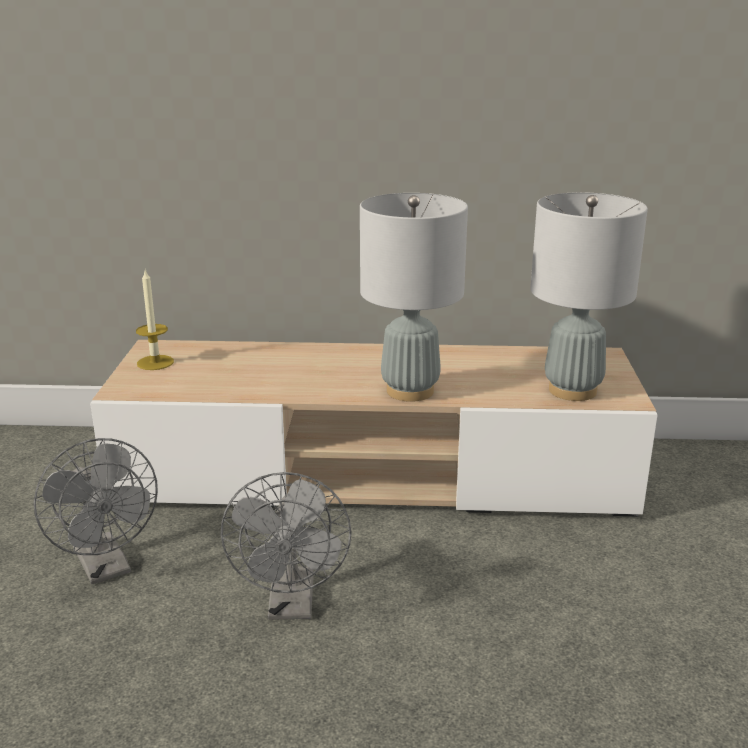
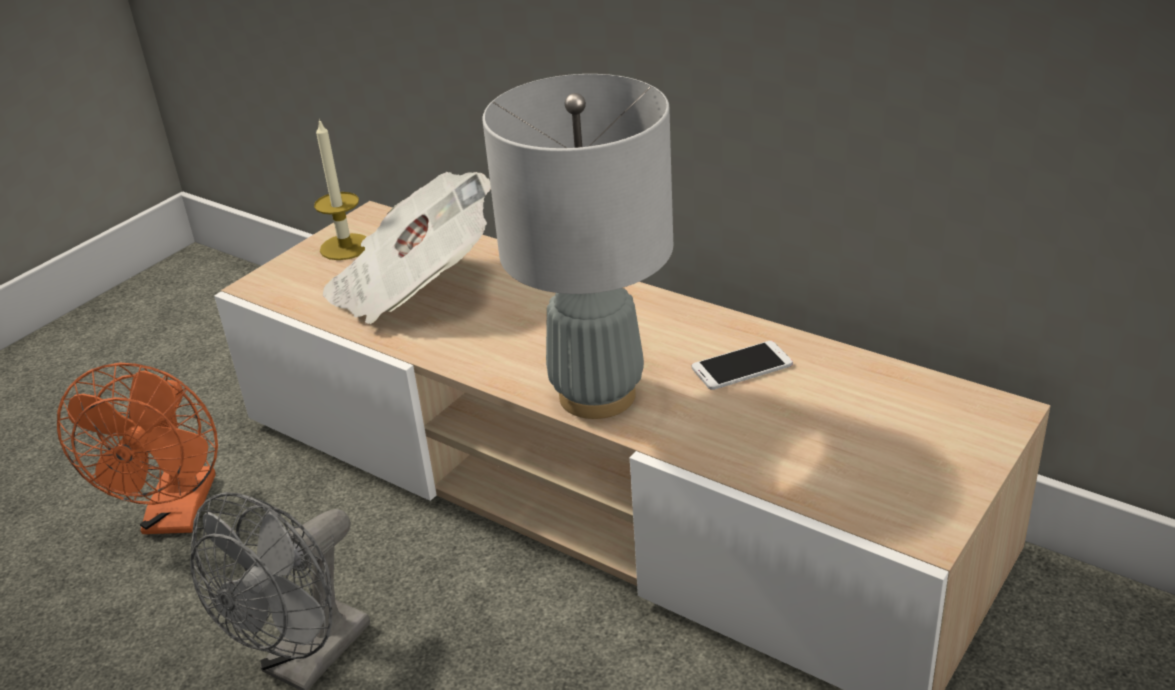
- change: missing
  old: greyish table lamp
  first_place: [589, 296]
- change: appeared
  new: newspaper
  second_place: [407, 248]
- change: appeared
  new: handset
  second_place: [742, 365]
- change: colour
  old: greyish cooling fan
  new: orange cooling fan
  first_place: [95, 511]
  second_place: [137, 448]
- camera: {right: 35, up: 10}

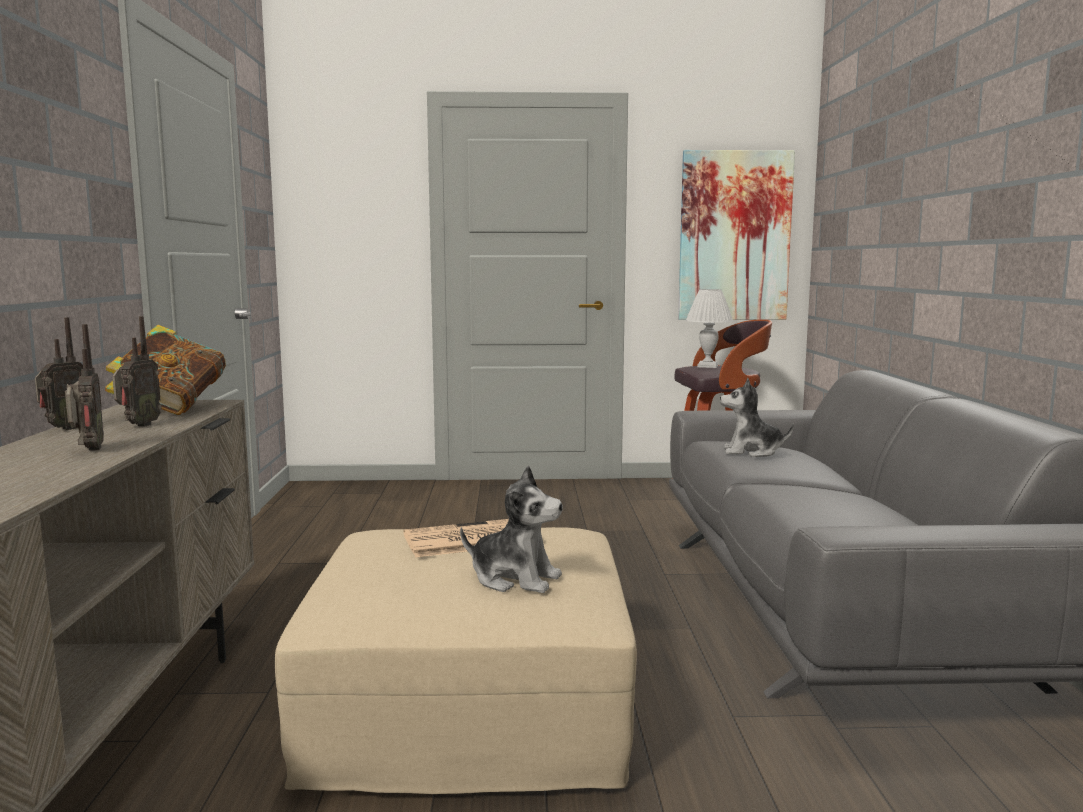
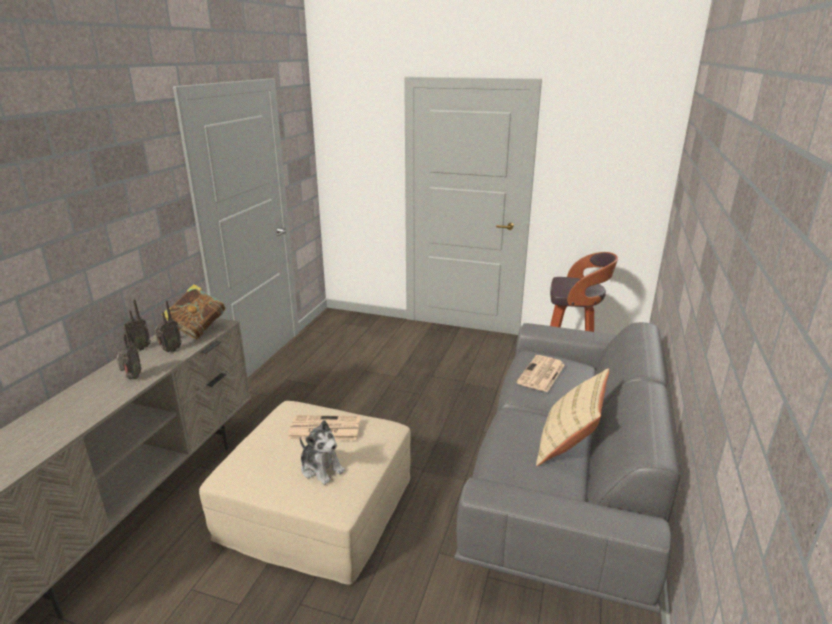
- change: missing
  old: picture
  first_place: [736, 235]
- change: missing
  old: white-coloured table lamp
  first_place: [709, 328]
- change: appeared
  new: beige-coloured cushion
  second_place: [572, 417]
- change: exchanged
  old: cuddly toy
  new: newspaper
  first_place: [757, 417]
  second_place: [540, 373]
- camera: {right: 20, up: 15}

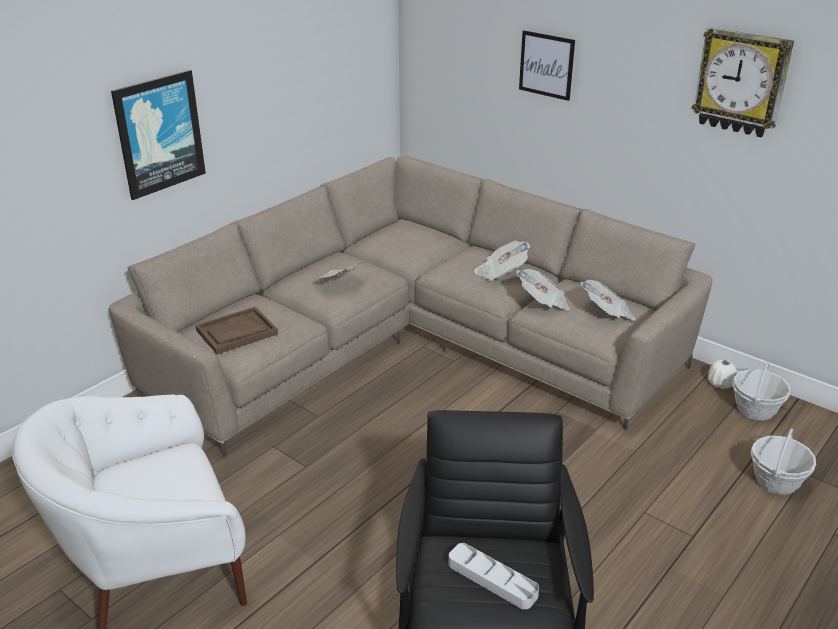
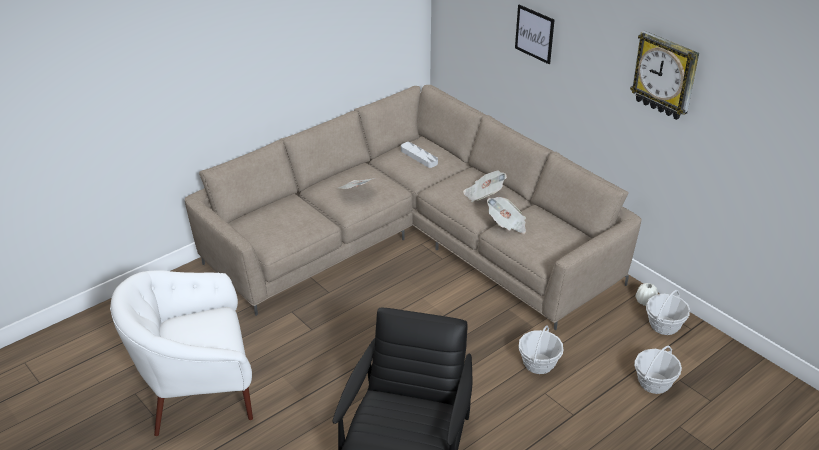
- change: missing
  old: picture
  first_place: [158, 135]
- change: missing
  old: brown-coloured tray
  first_place: [236, 330]
- change: missing
  old: newspaper
  first_place: [608, 300]
- change: appeared
  new: household basket
  second_place: [541, 349]
- change: relocated
  old: greyish tray
  first_place: [493, 576]
  second_place: [419, 155]
- camera: {right: 10, up: 5}

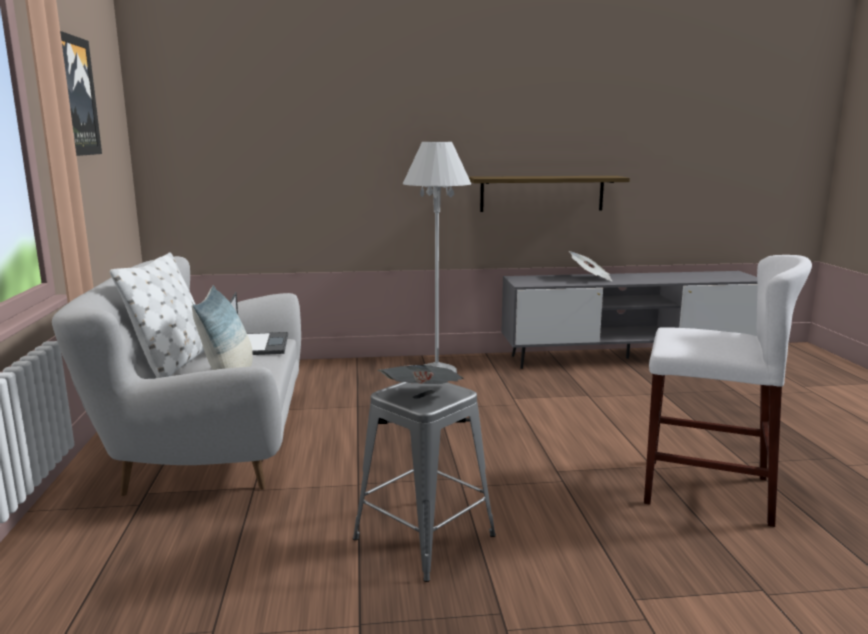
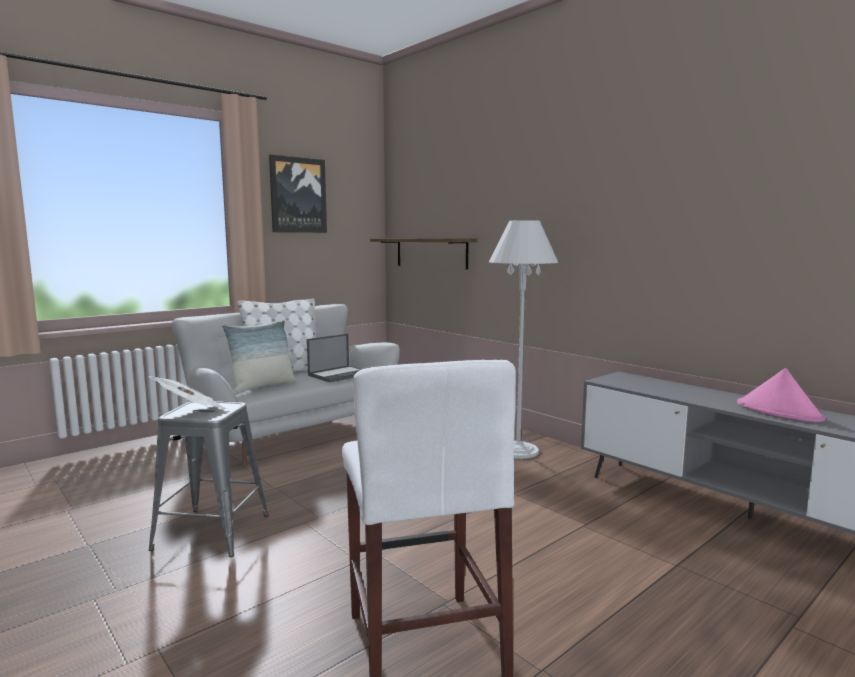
- change: missing
  old: newspaper
  first_place: [590, 266]
- change: appeared
  new: pink-coloured clothing hat
  second_place: [781, 395]
- change: relocated
  old: wall shelf
  first_place: [549, 194]
  second_place: [423, 254]
- camera: {right: 55, up: -5}

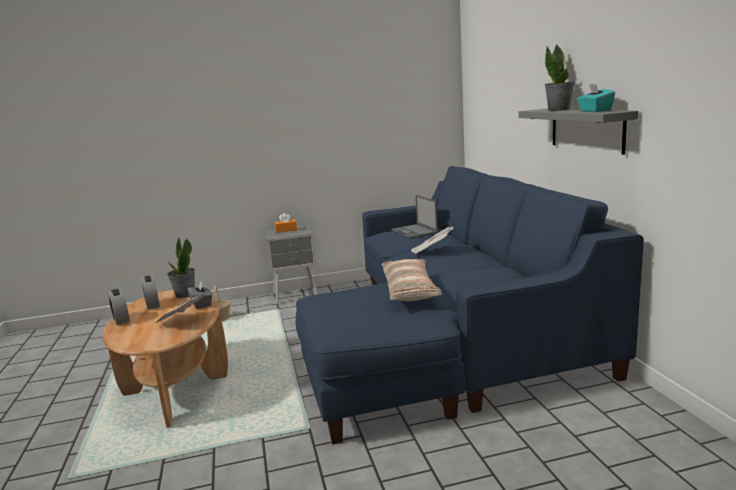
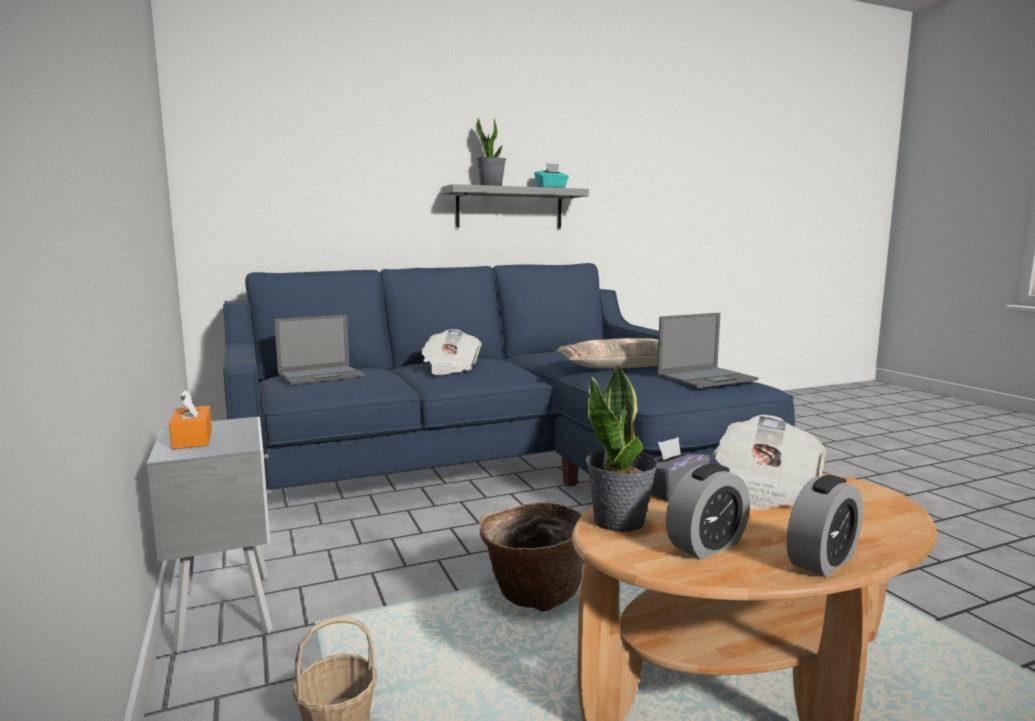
- change: appeared
  new: household basket
  second_place: [531, 556]
- change: appeared
  new: laptop
  second_place: [708, 350]
- camera: {right: -100, up: -5}

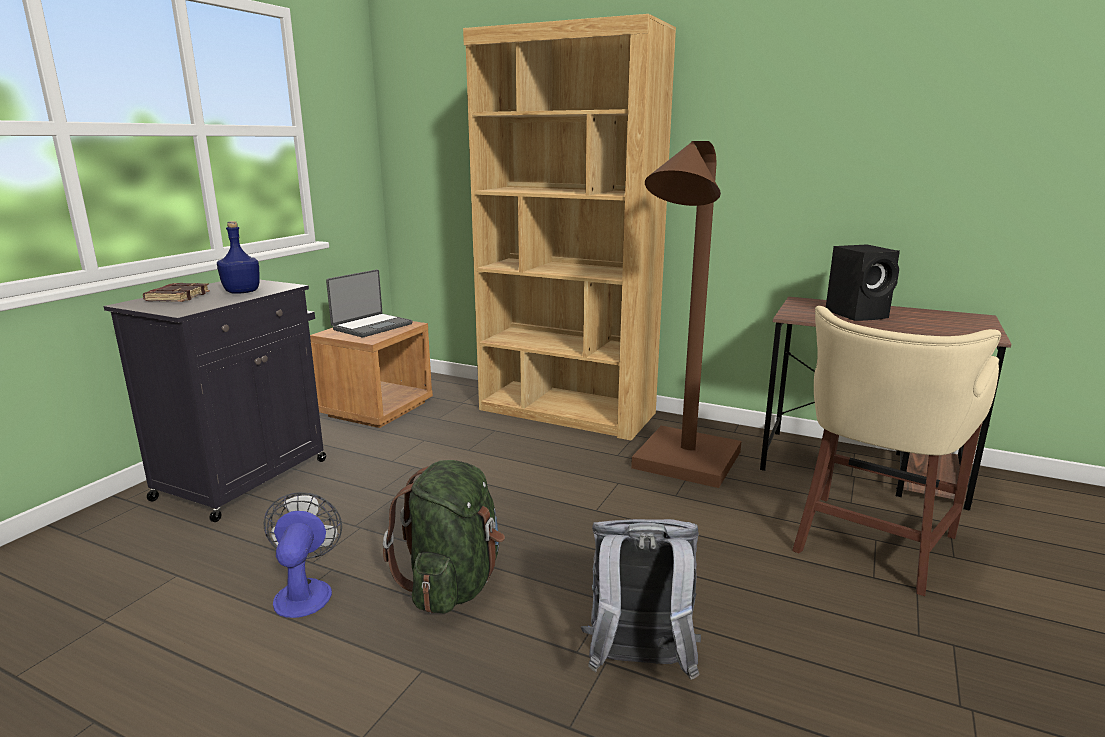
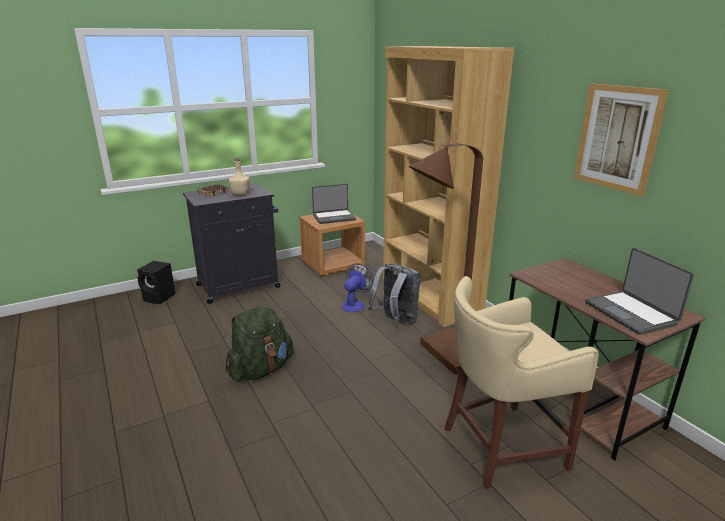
- change: appeared
  new: picture
  second_place: [621, 139]
- change: appeared
  new: laptop
  second_place: [639, 291]
- change: relocated
  old: cooling fan
  first_place: [303, 555]
  second_place: [358, 287]
- change: relocated
  old: greyish backpack
  first_place: [641, 599]
  second_place: [394, 294]
- change: relocated
  old: black-coloured loudspeaker
  first_place: [863, 282]
  second_place: [156, 282]
- change: colour
  old: bluish drink bottle
  new: beige-coloured drink bottle
  first_place: [238, 257]
  second_place: [239, 176]
- camera: {right: 35, up: 5}

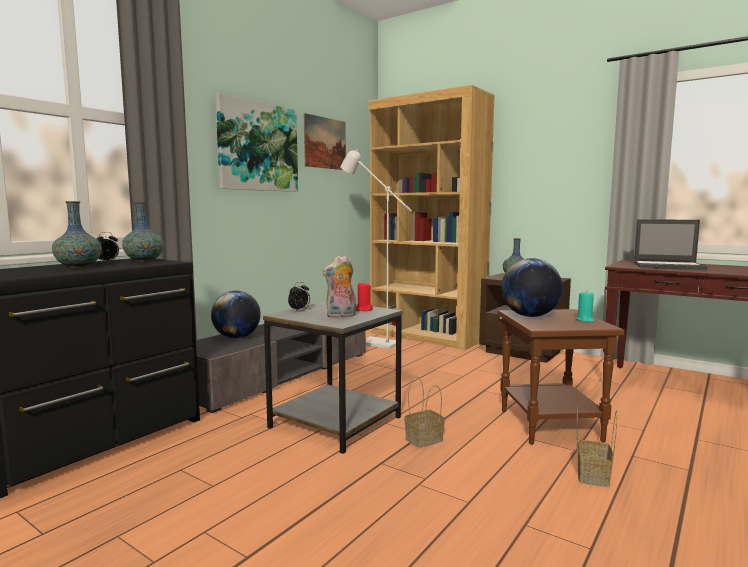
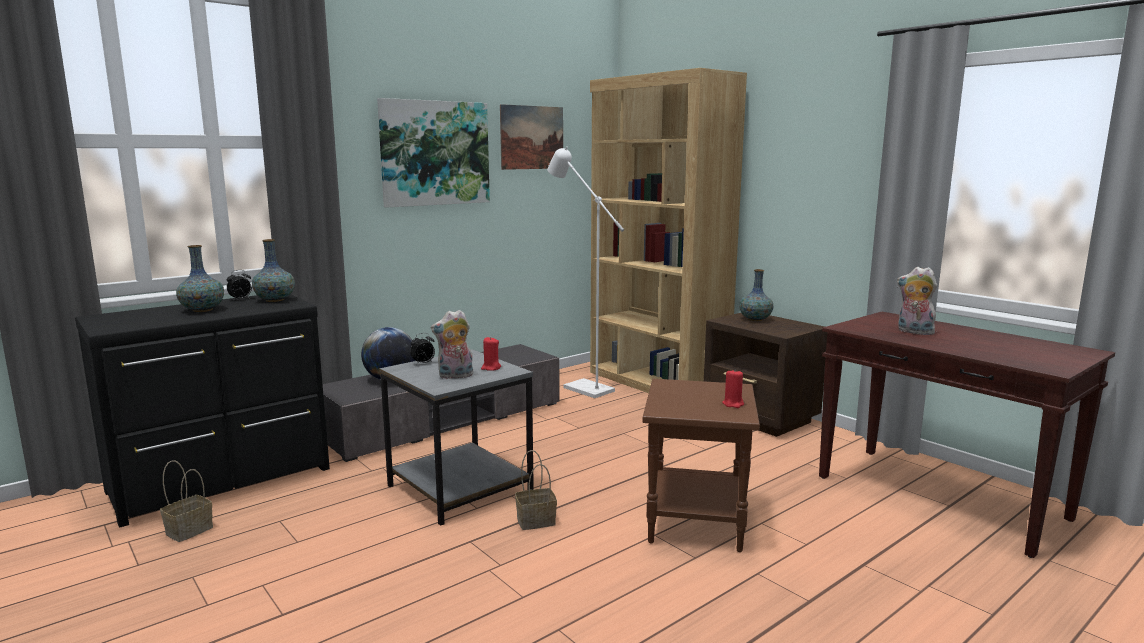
- change: missing
  old: world globe
  first_place: [532, 287]
- change: relocated
  old: household basket
  first_place: [597, 447]
  second_place: [186, 501]
- change: exchanged
  old: laptop
  new: cuddly toy
  first_place: [671, 244]
  second_place: [917, 301]
- change: colour
  old: blue-green wax candle
  new: red wax candle
  first_place: [585, 306]
  second_place: [733, 388]
- camera: {right: 15, up: 5}

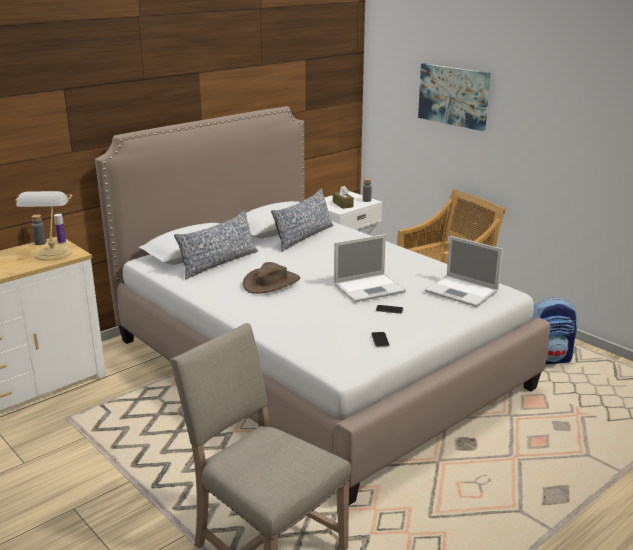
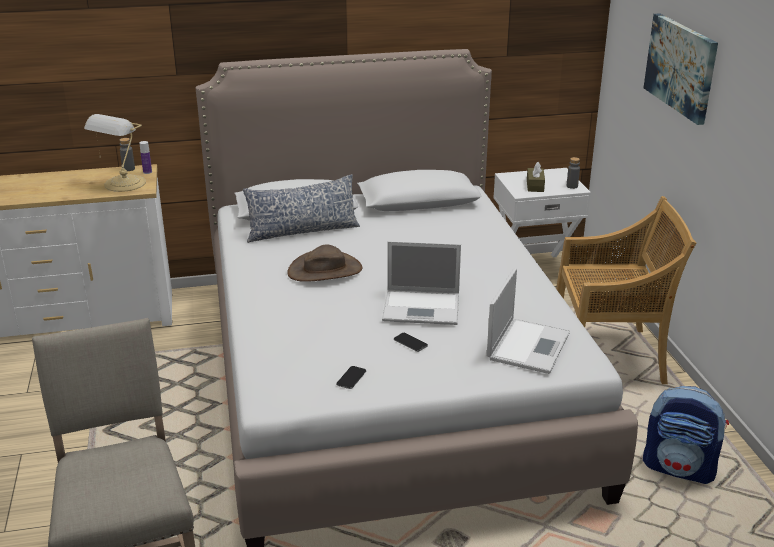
- change: missing
  old: cushion
  first_place: [302, 220]
- change: spun
  old: laptop
  first_place: [464, 271]
  second_place: [528, 321]
  degrees: -135
- camera: {right: 30, up: 5}

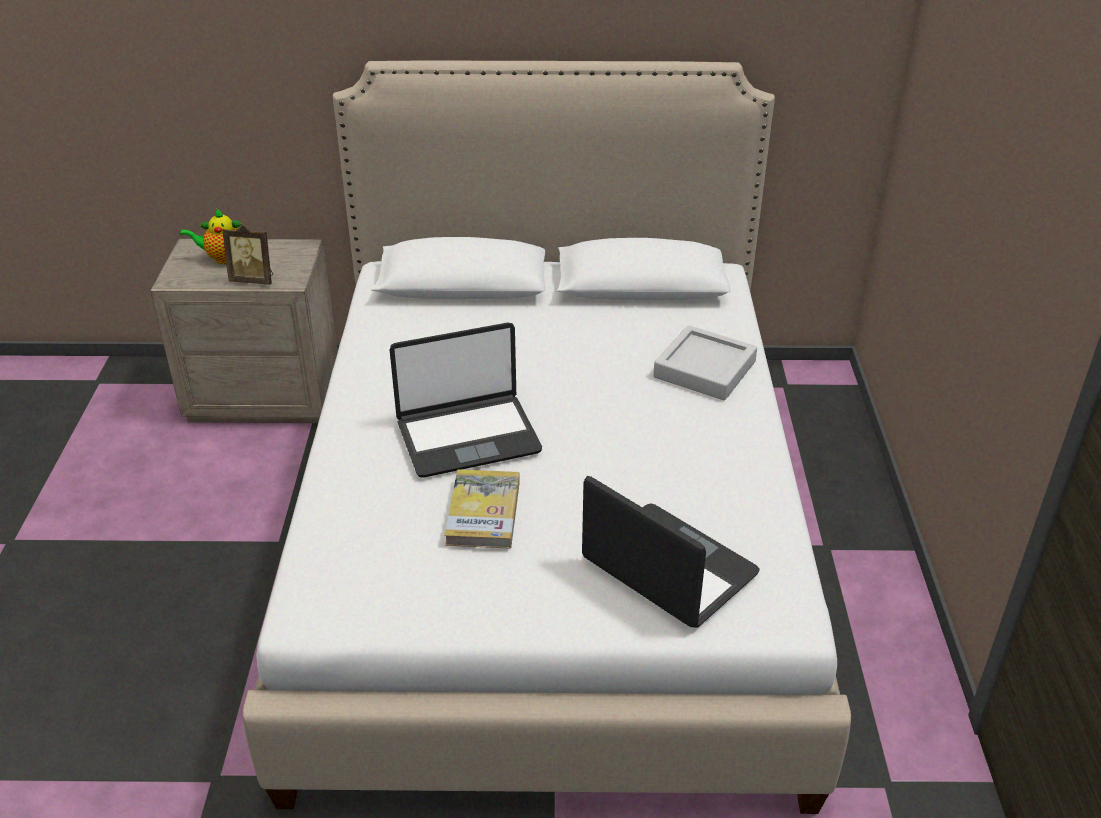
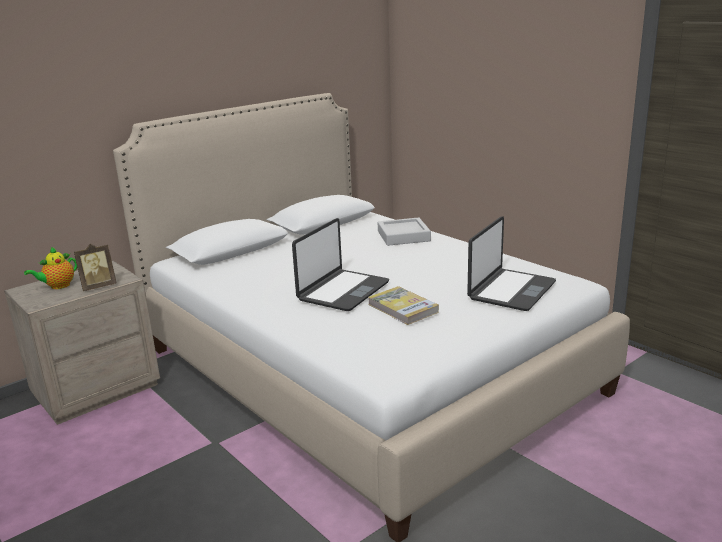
- change: spun
  old: laptop
  first_place: [671, 552]
  second_place: [511, 263]
  degrees: 120
- camera: {right: -40, up: -15}

